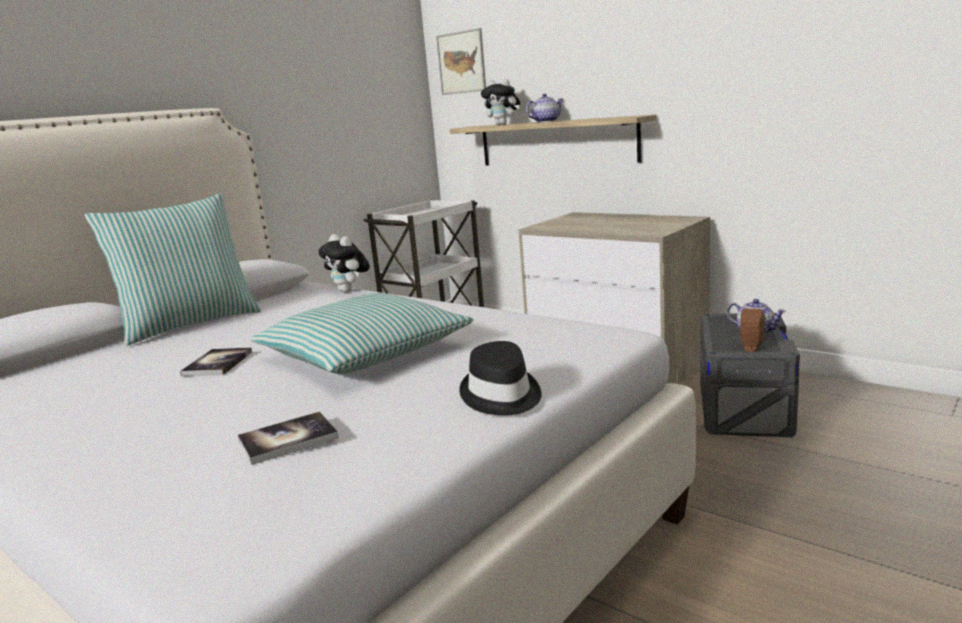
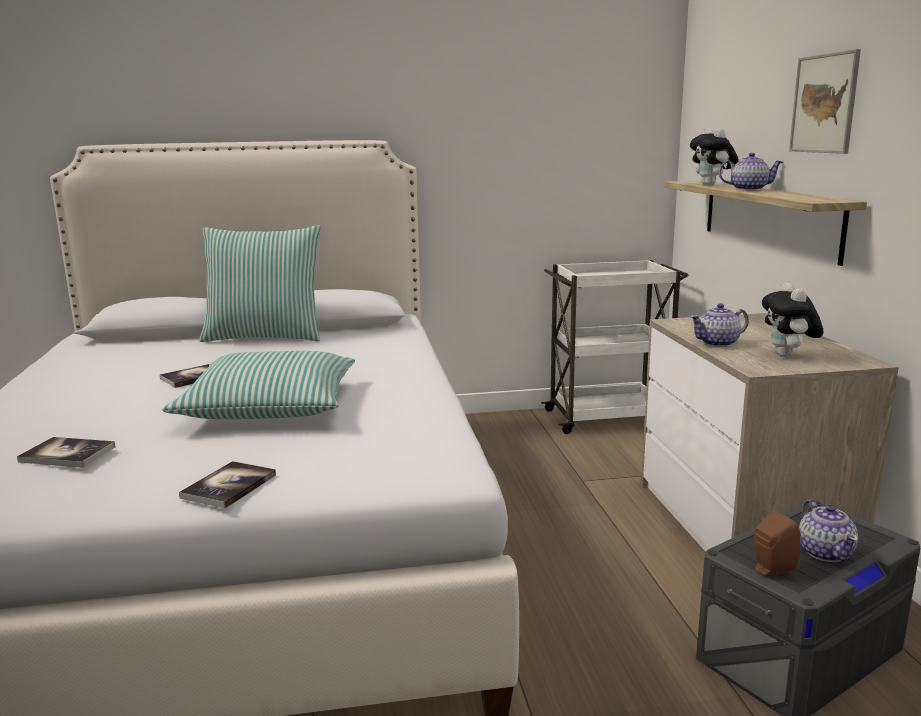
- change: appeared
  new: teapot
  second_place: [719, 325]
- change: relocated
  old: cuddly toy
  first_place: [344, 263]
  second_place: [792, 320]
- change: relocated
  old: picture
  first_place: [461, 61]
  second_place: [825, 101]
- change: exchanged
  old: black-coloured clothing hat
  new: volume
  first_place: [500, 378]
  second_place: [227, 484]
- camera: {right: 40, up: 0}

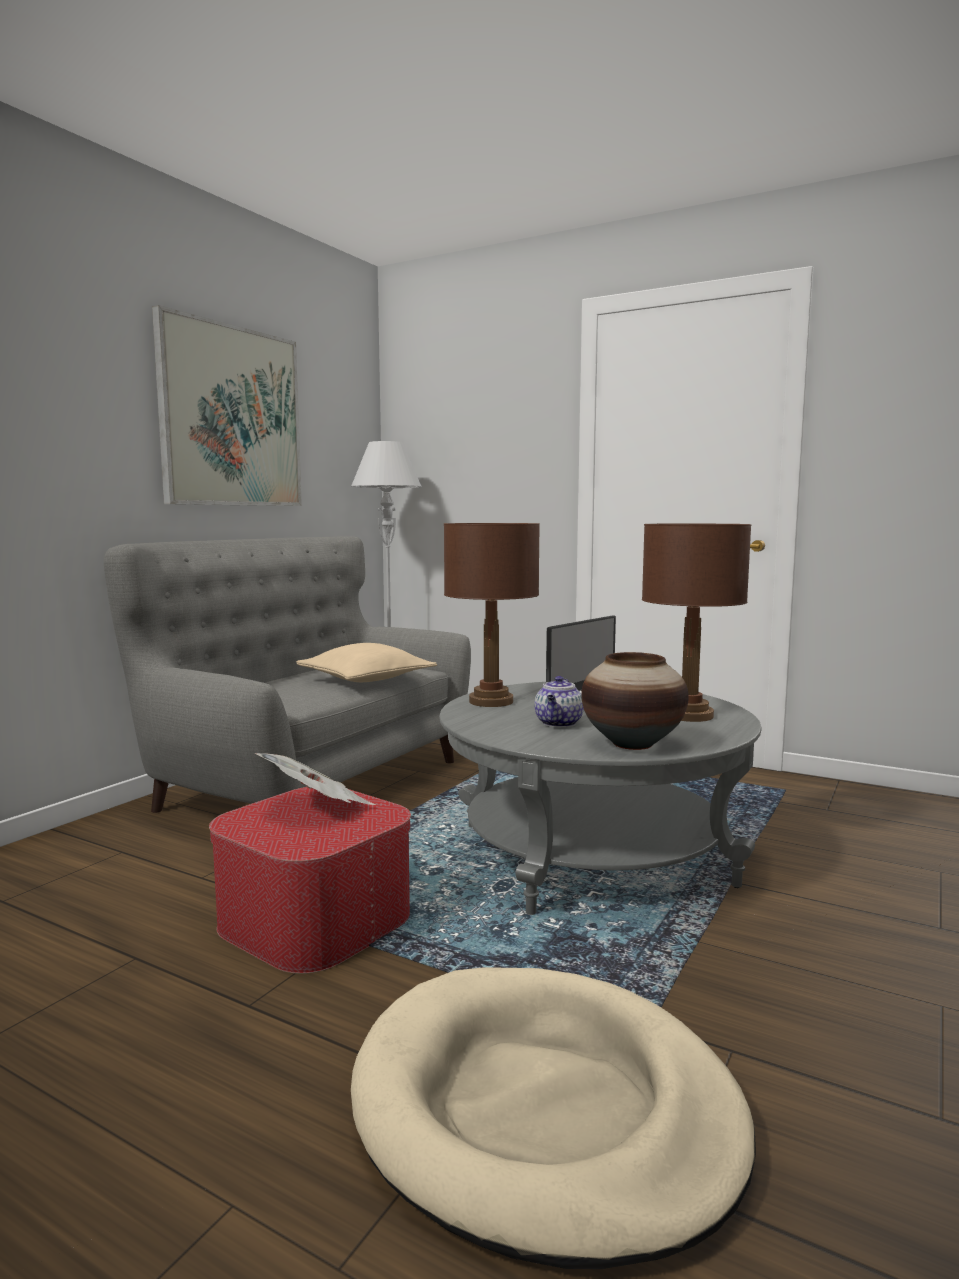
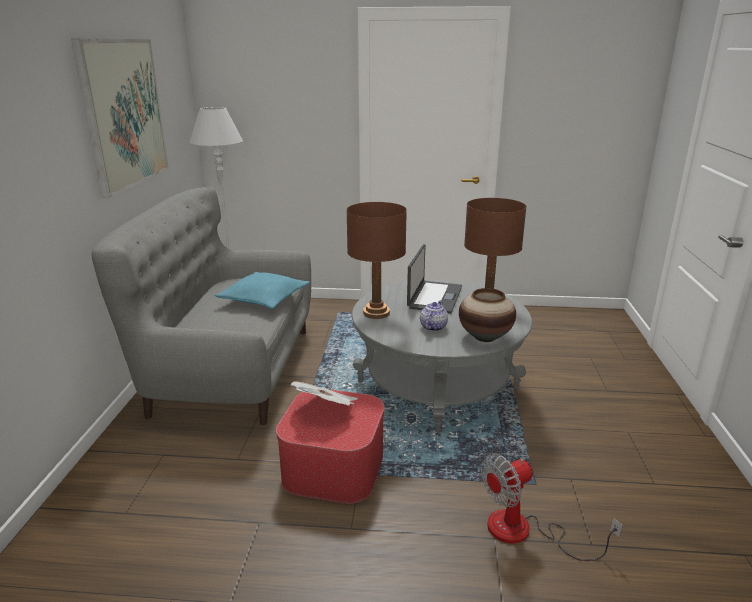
- change: exchanged
  old: beige-coloured pet bed
  new: cooling fan
  first_place: [553, 1118]
  second_place: [552, 507]
- change: colour
  old: beige-coloured cushion
  new: blue-green cushion
  first_place: [366, 662]
  second_place: [262, 290]
- change: spun
  old: teapot
  first_place: [559, 701]
  second_place: [434, 315]
  degrees: -150
- camera: {right: -25, up: 15}

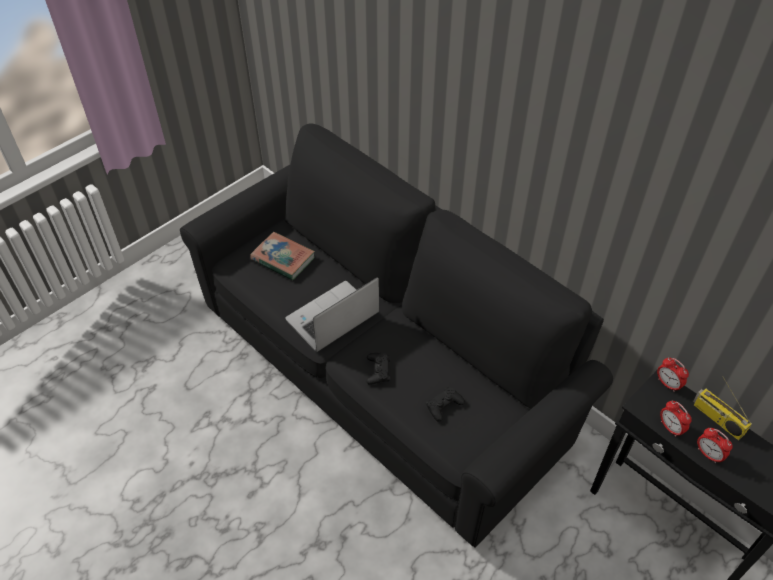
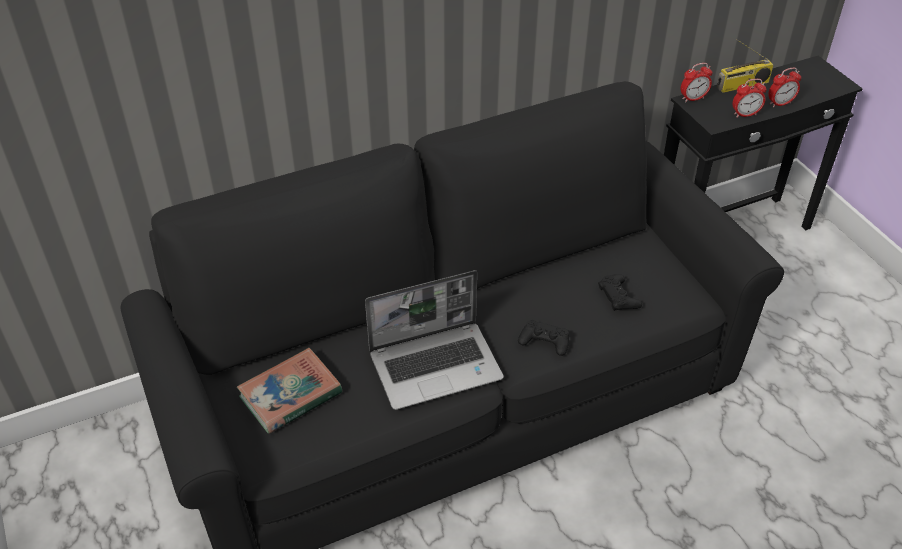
- change: spun
  old: laptop
  first_place: [332, 315]
  second_place: [434, 340]
  degrees: -90
- camera: {right: -70, up: -5}

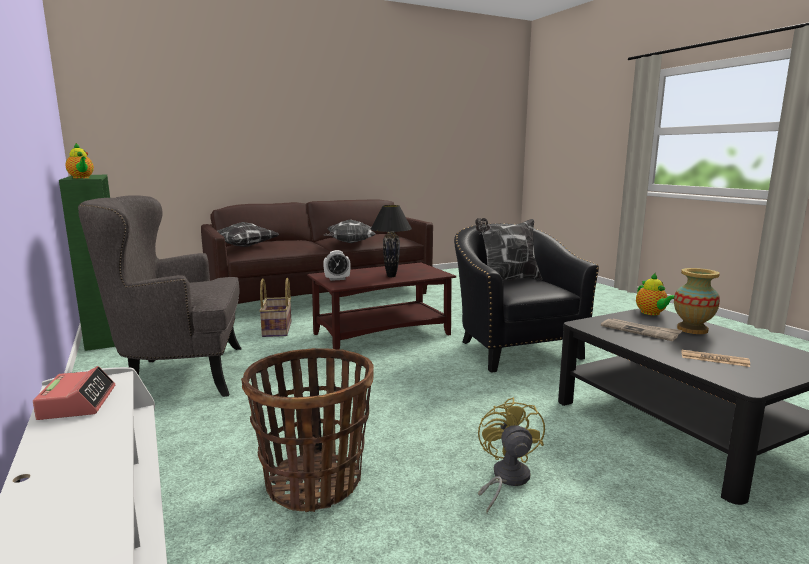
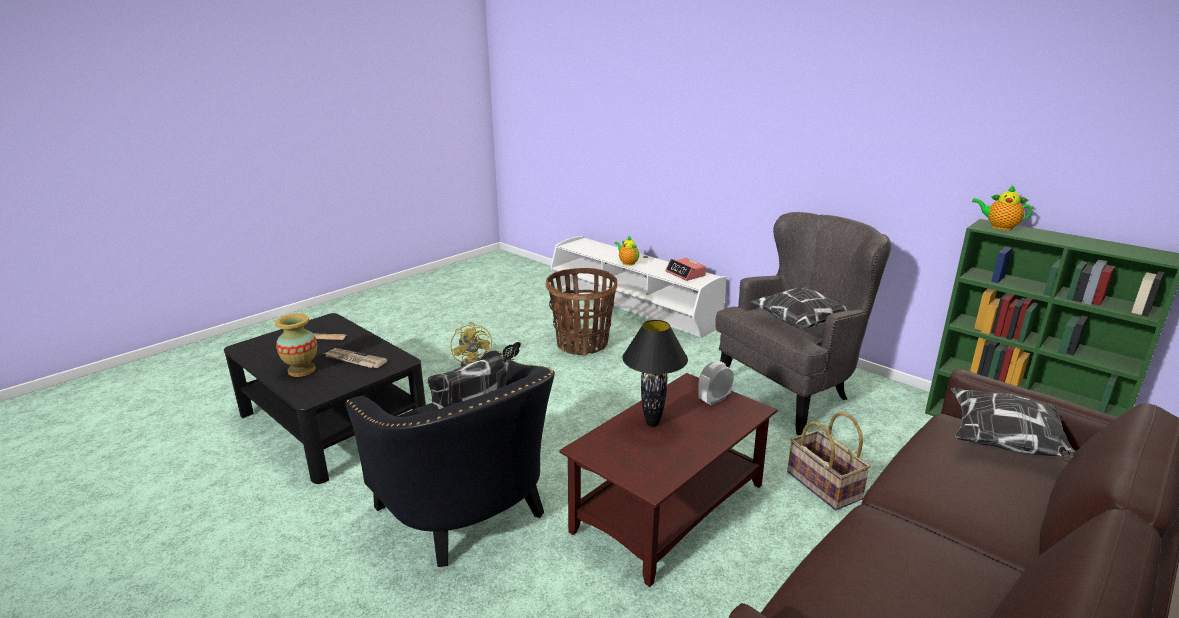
- change: relocated
  old: cushion
  first_place: [349, 231]
  second_place: [802, 307]
- change: relocated
  old: teapot
  first_place: [655, 294]
  second_place: [627, 251]
- camera: {right: 160, up: 10}

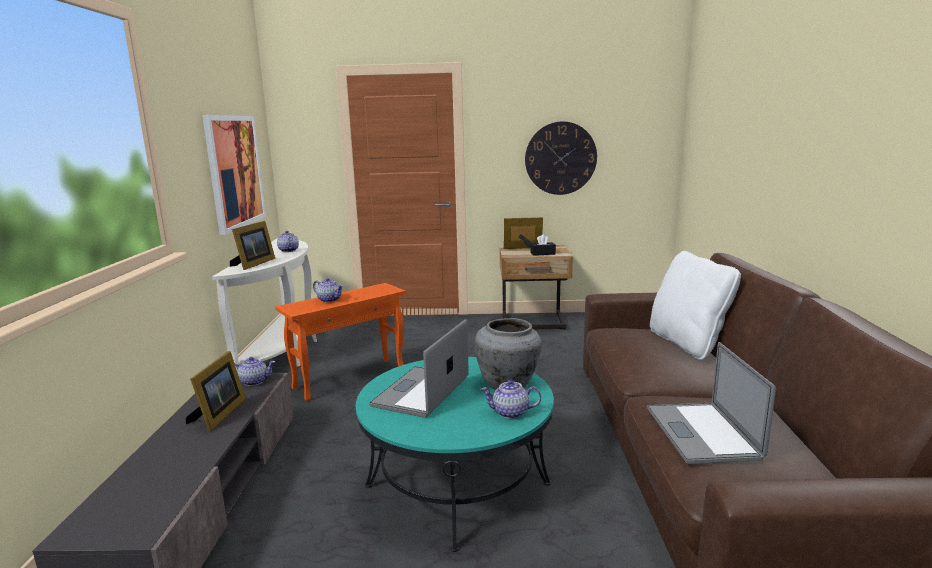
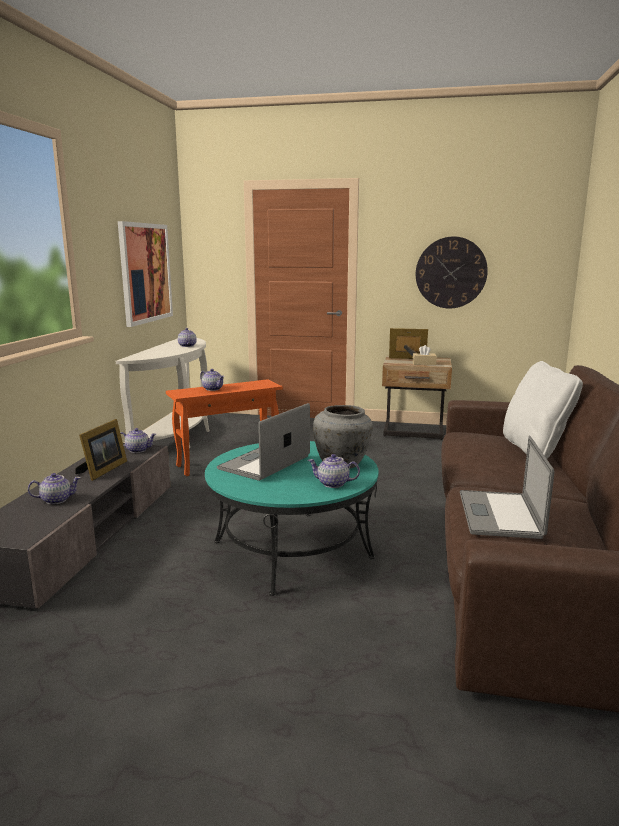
- change: missing
  old: standing frame
  first_place: [252, 245]
- change: appeared
  new: teapot
  second_place: [54, 488]
- change: colour
  old: black-coloured tissue box
  new: beige-coloured tissue box
  first_place: [543, 245]
  second_place: [425, 355]
- camera: {right: 10, up: 0}

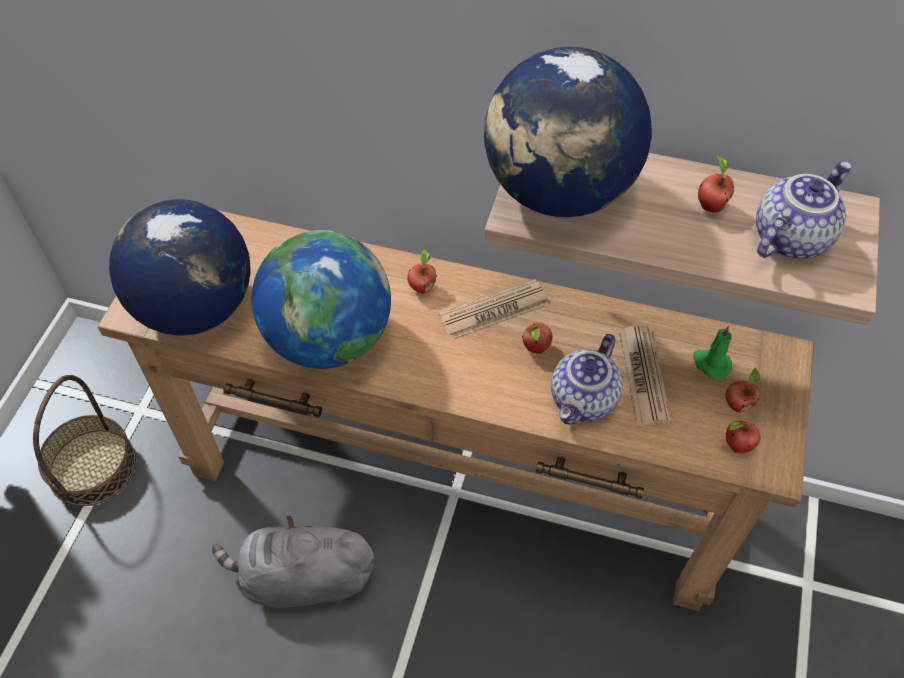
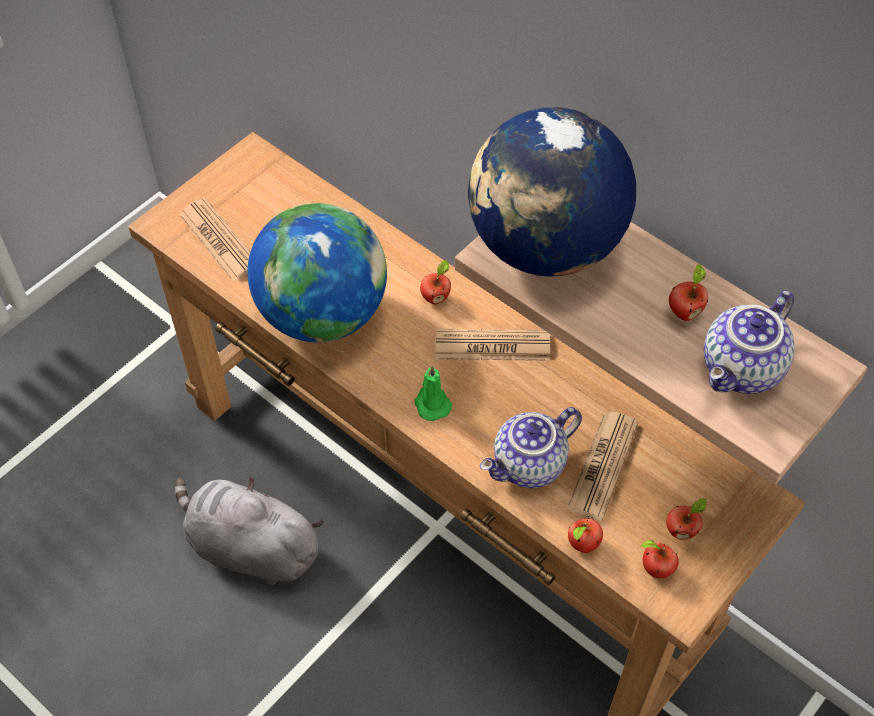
- change: missing
  old: household basket
  first_place: [84, 440]
- change: relocated
  old: whole apple
  first_place: [537, 338]
  second_place: [585, 535]
- change: relocated
  old: greenish wax candle
  first_place: [712, 352]
  second_place: [433, 393]
- change: exchanged
  old: world globe
  new: newspaper
  first_place: [180, 267]
  second_place: [215, 240]
- change: spun
  old: teapot
  first_place: [804, 210]
  second_place: [749, 342]
  degrees: 150
- camera: {right: 25, up: 0}

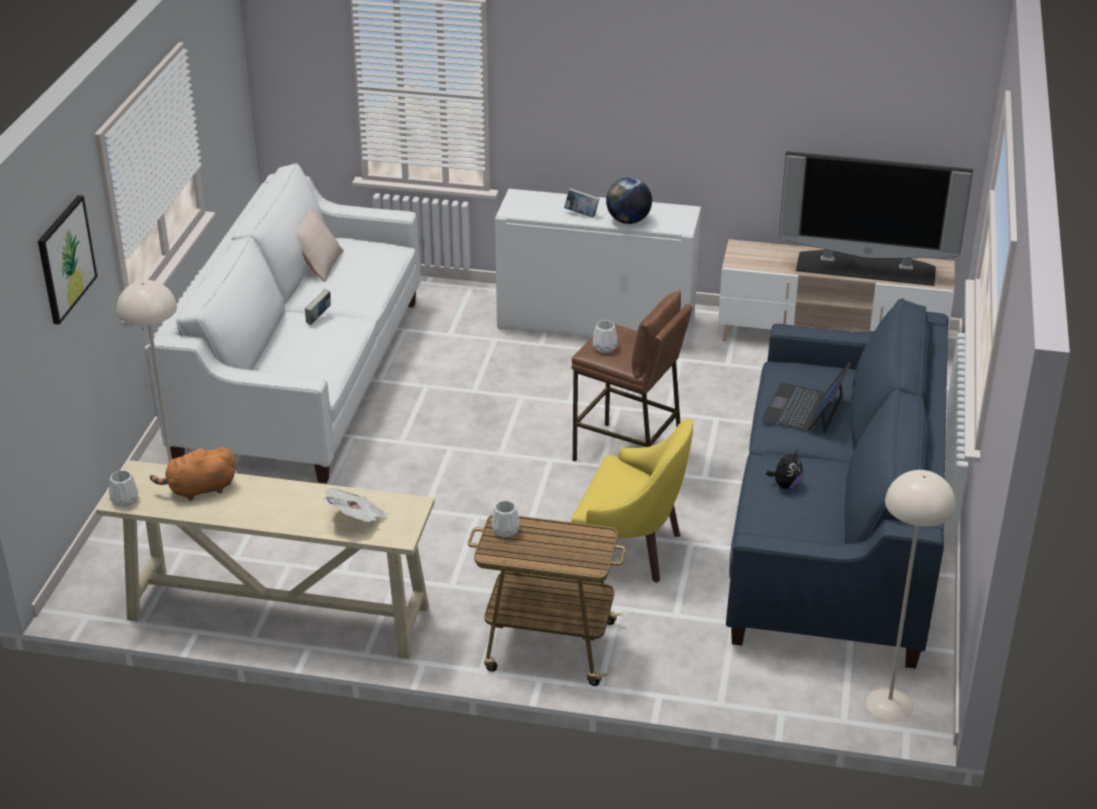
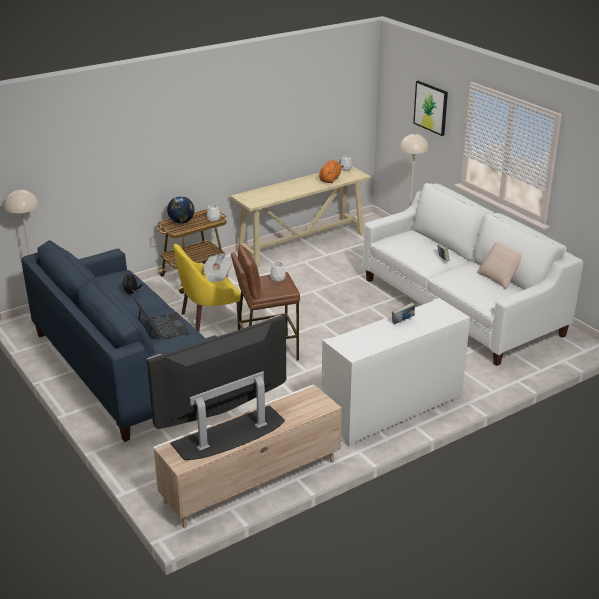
- change: relocated
  old: newspaper
  first_place: [356, 505]
  second_place: [217, 268]
- change: relocated
  old: world globe
  first_place: [629, 200]
  second_place: [180, 210]
- camera: {right: 135, up: -5}

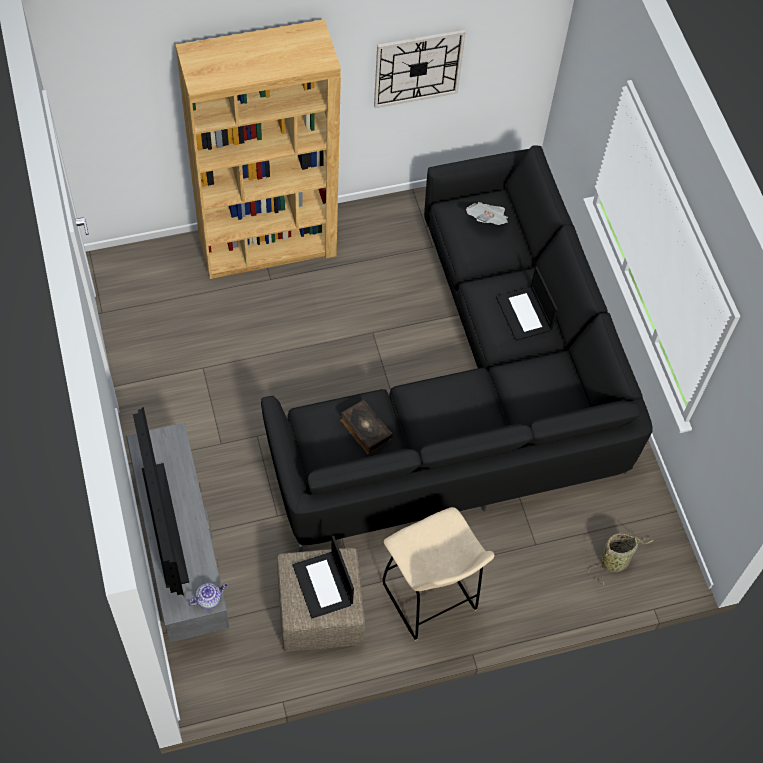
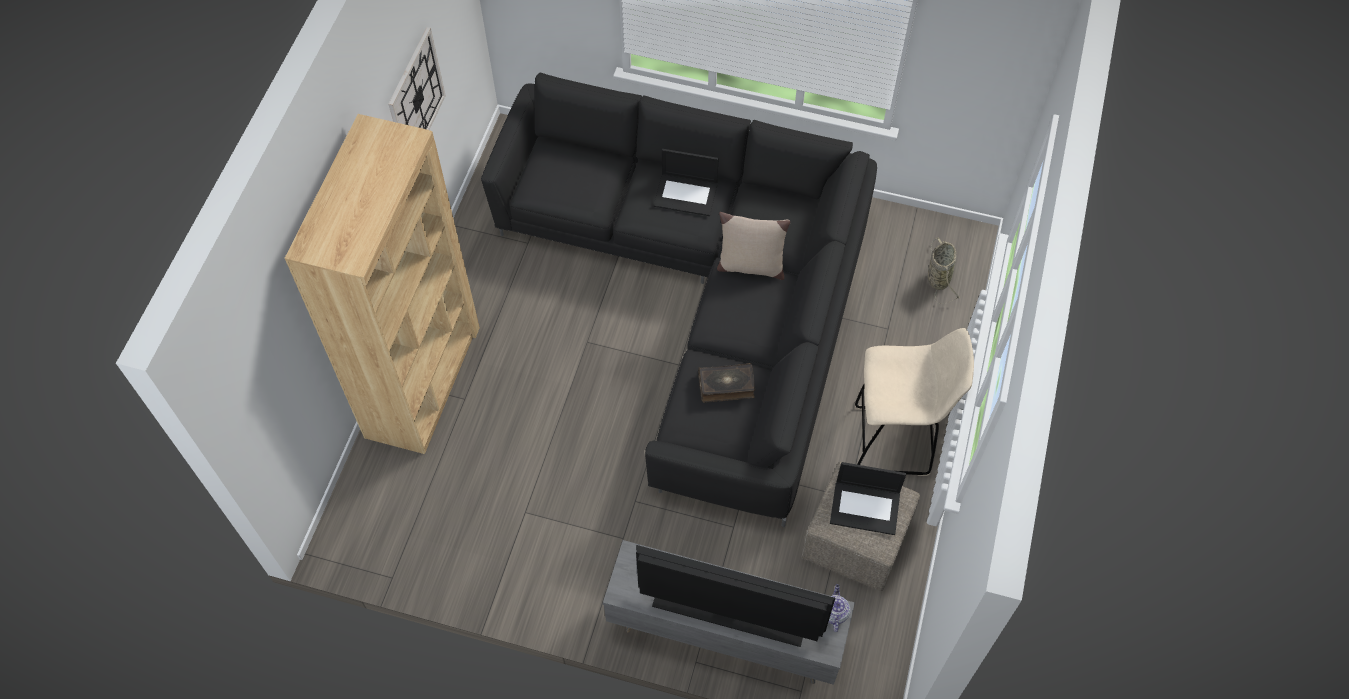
- change: missing
  old: newspaper
  first_place: [487, 213]
- change: appeared
  new: beige-coloured cushion
  second_place: [753, 246]
- camera: {right: -55, up: 0}

